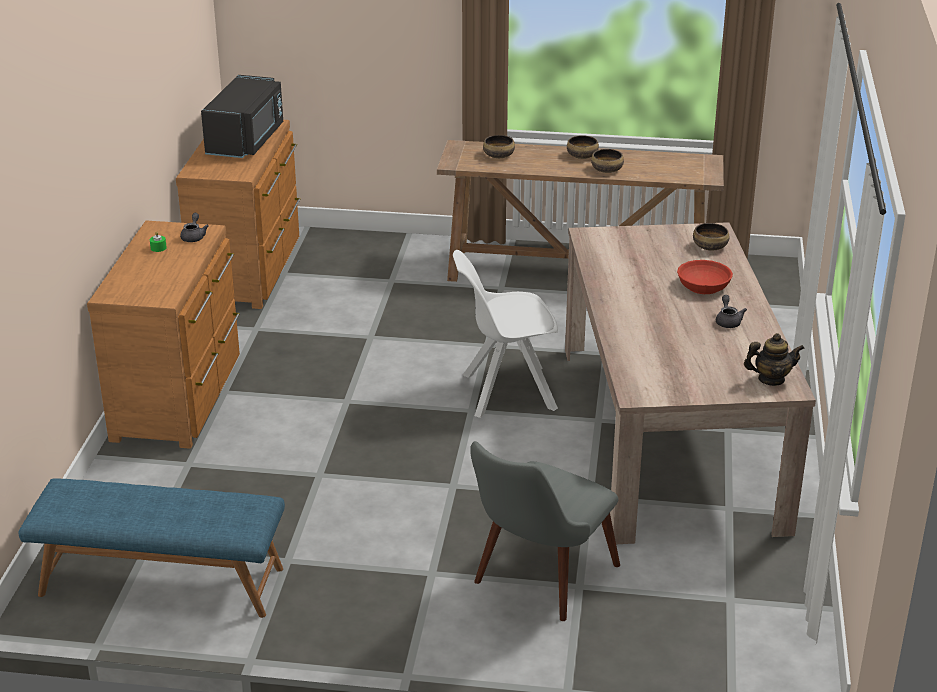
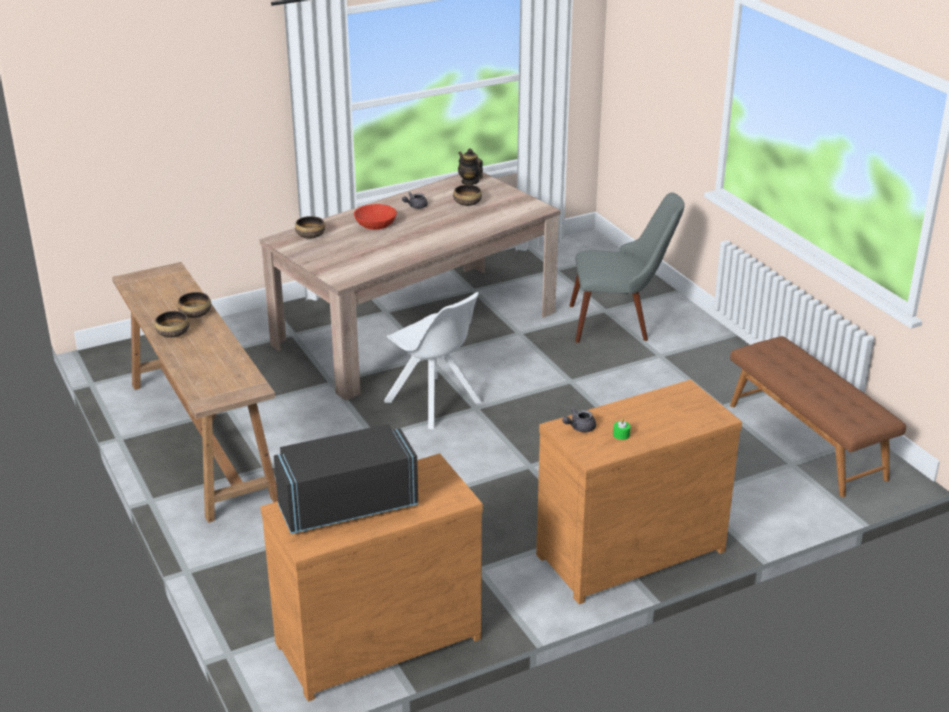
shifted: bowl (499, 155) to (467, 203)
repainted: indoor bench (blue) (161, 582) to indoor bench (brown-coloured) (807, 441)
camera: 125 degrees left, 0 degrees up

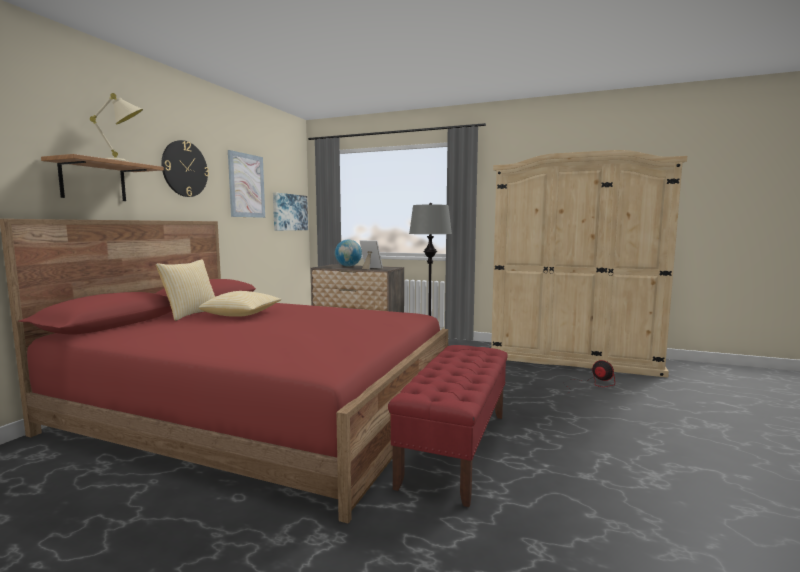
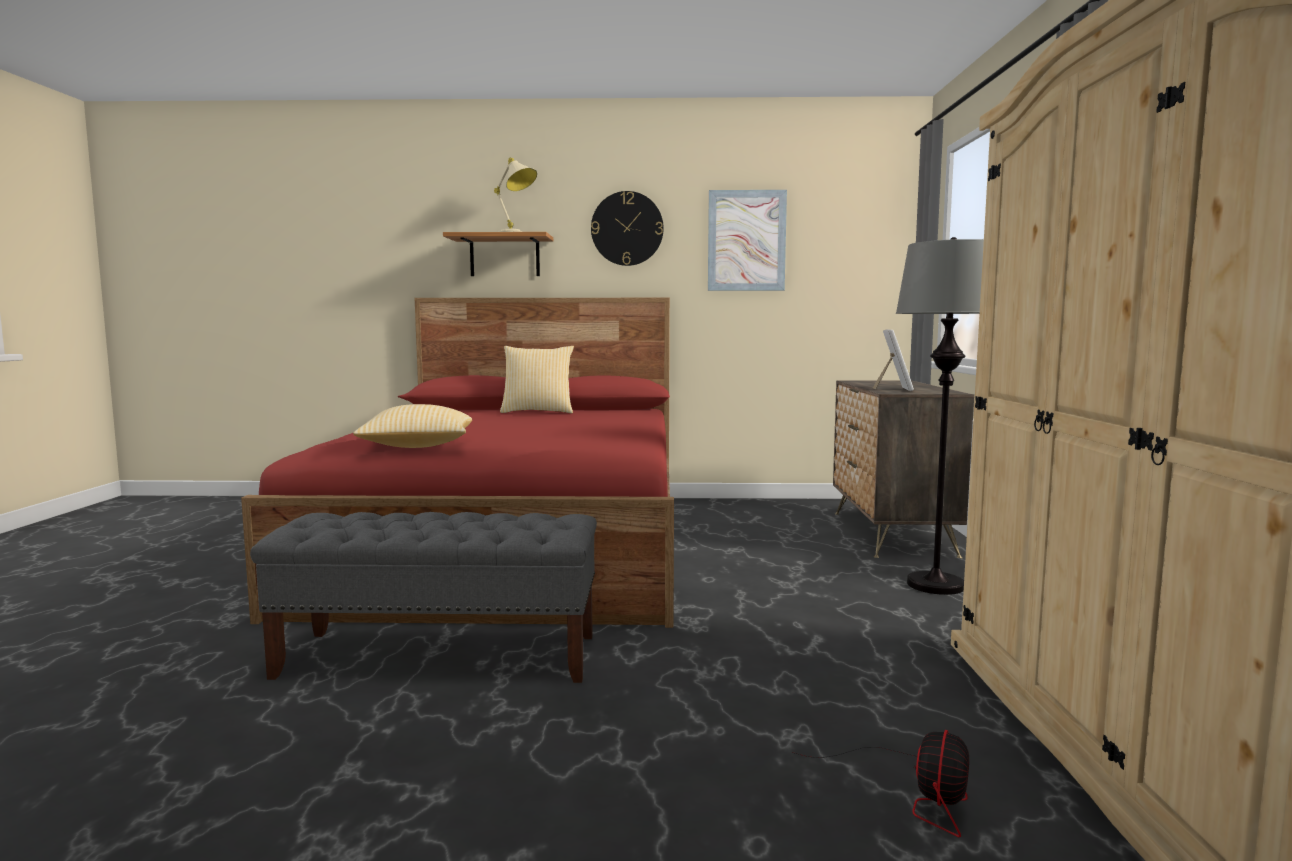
gone: picture (289, 212); world globe (348, 266)
shifted: pillow (242, 315) to (418, 447)
repainted: indoor bench (red) (456, 447) to indoor bench (greyish) (441, 656)
camera: 70 degrees right, 0 degrees up

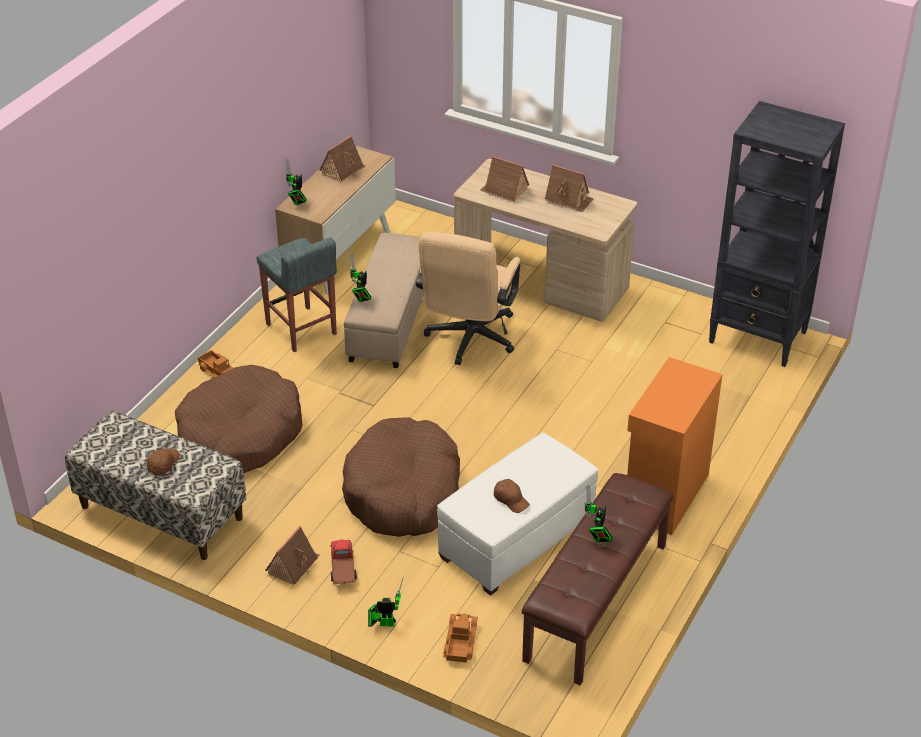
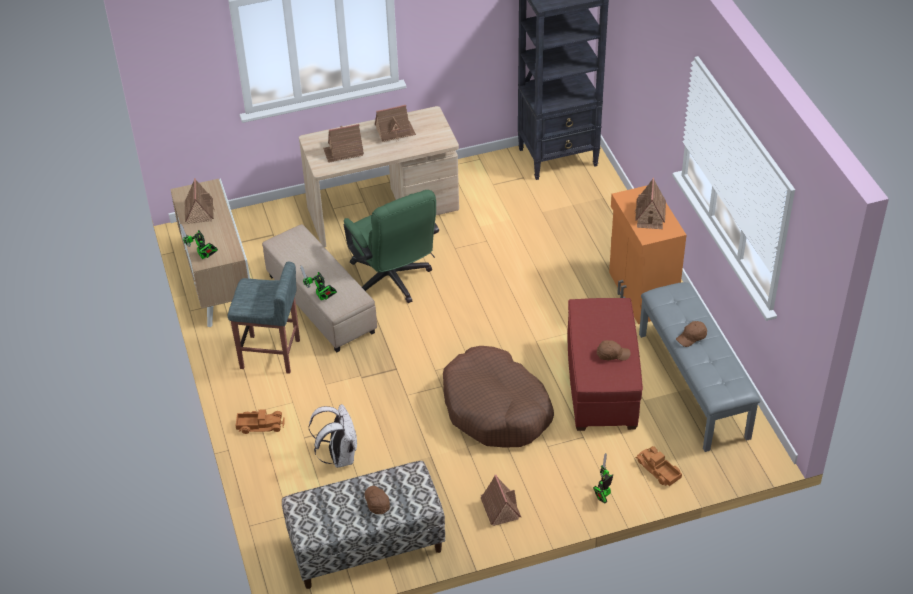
gone: model truck (342, 569)
new: miniature house (650, 215)
swapped: dog bed (brown-coloured) (239, 435) to backpack (white-coloured) (339, 456); toy robot (597, 537) to cap (brown-coloured) (692, 337)
repainted: office chair (sand-coloured) (469, 341) to office chair (greenish) (393, 281); ottoman (white-coloured) (517, 539) to ottoman (red) (601, 384); indoor bench (brown-coloured) (597, 602) to indoor bench (greyish) (694, 385)
camera: 45 degrees left, 5 degrees up

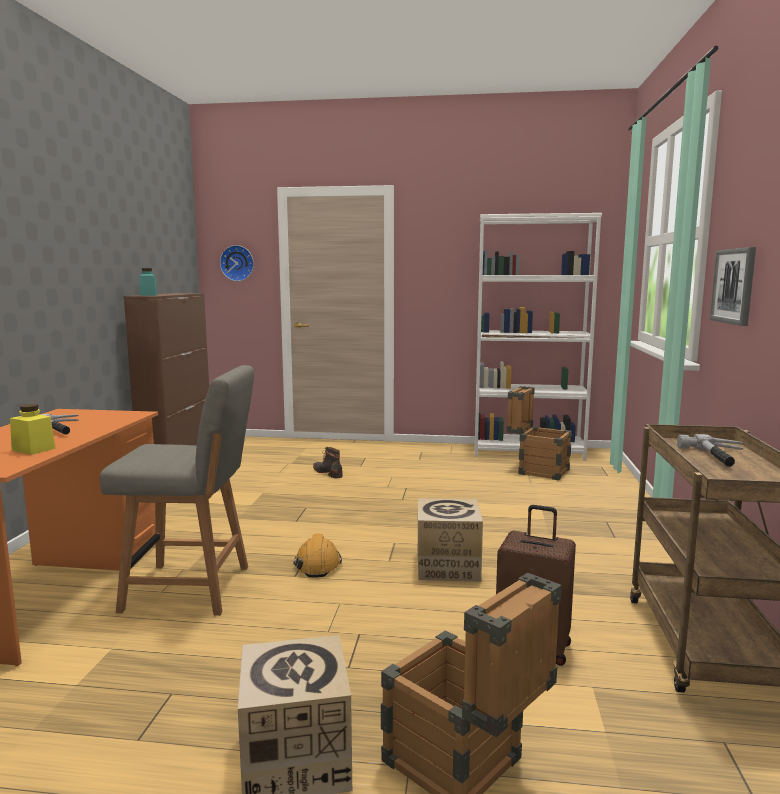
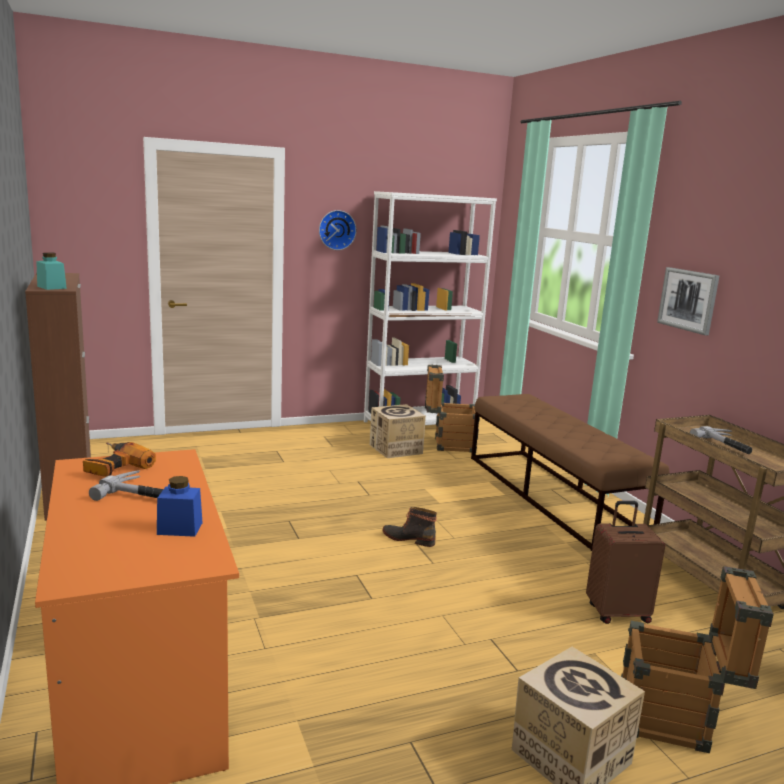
gone: upright chair (greyish) (192, 588); work helmet (orange) (317, 564)
new: power drill (114, 467); indoor bench (brown-coloured) (553, 495)
shifted: clock on the wall (237, 263) to (336, 230); cardboard box (447, 566) to (395, 449); high-top boot (328, 472) to (409, 538)
repainted: jar (yellow-coloured) (33, 449) to jar (blue) (180, 528)
camera: 30 degrees left, 5 degrees up

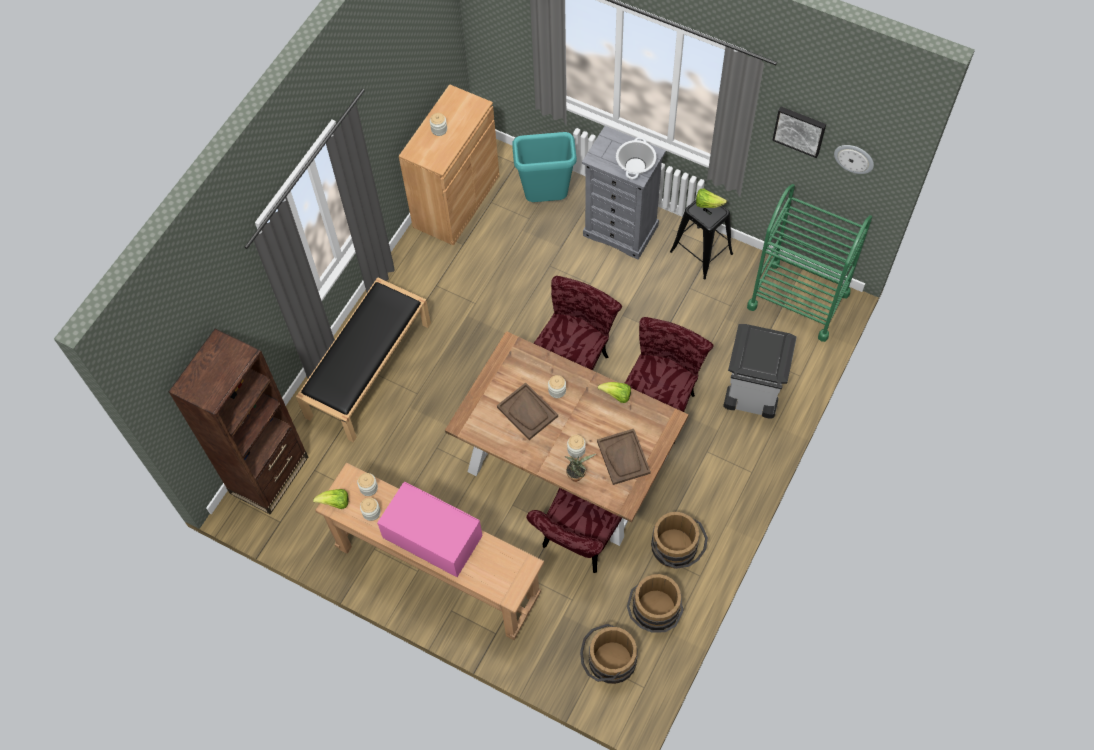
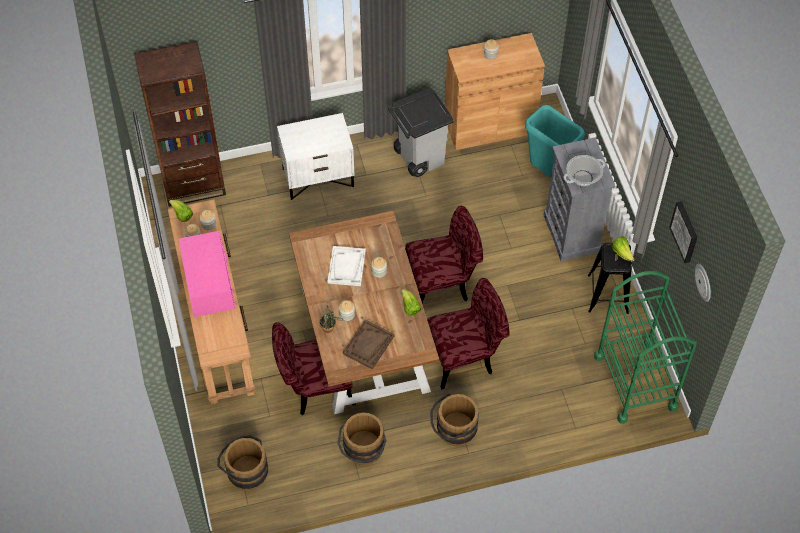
shifted: trash can (greyish) (750, 396) to (418, 157); bucket (brown-coloured) (654, 614) to (453, 430)
swapped: indoor bench (blackish) (368, 369) to night table (white-coloured) (318, 177)
repainted: carrying tray (brown-coloured) (527, 412) to carrying tray (white-coloured) (347, 267)
camera: 45 degrees right, 5 degrees down

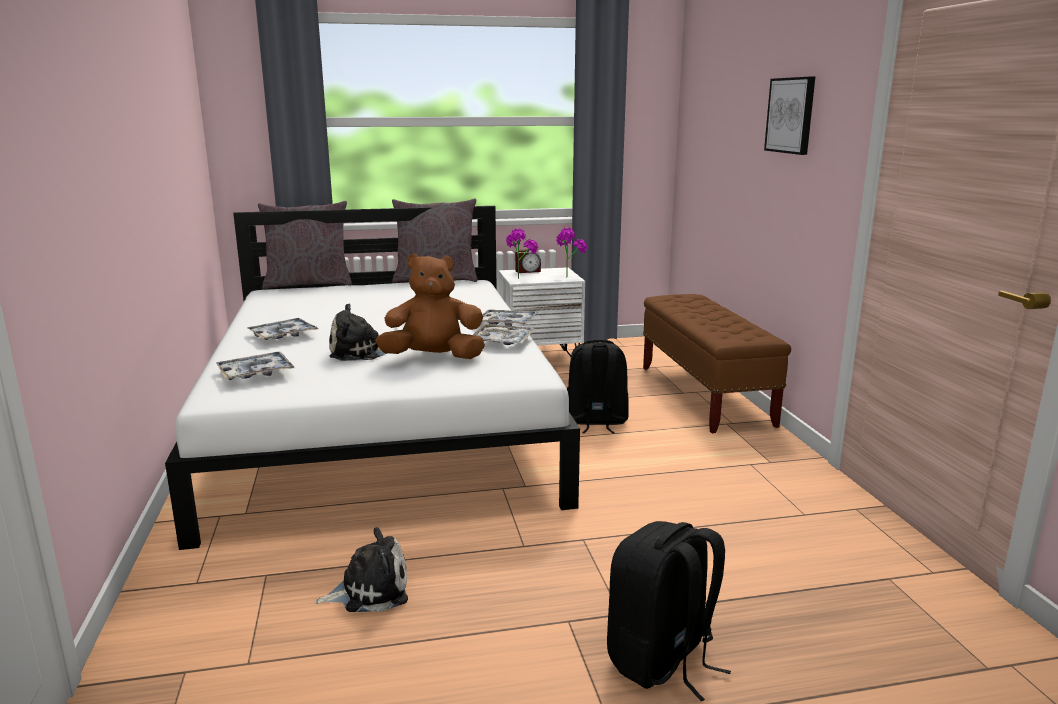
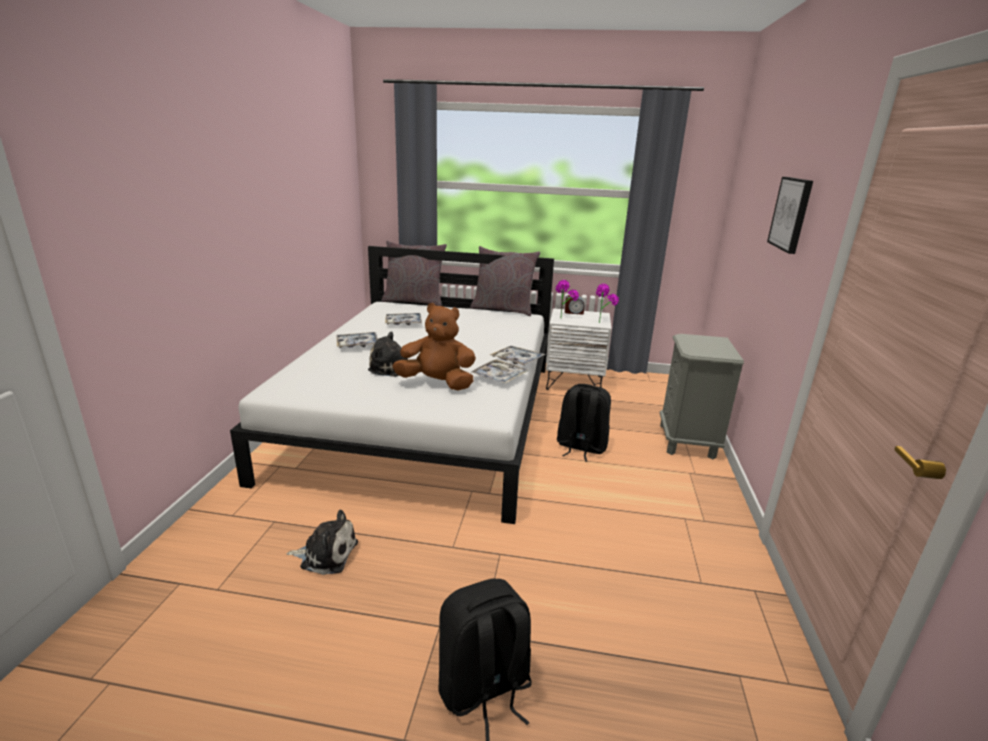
shifted: carrying tray (256, 373) to (403, 323)
swapped: indoor bench (brown-coloured) (704, 396) to night table (greyish) (687, 441)
camera: 20 degrees right, 5 degrees up

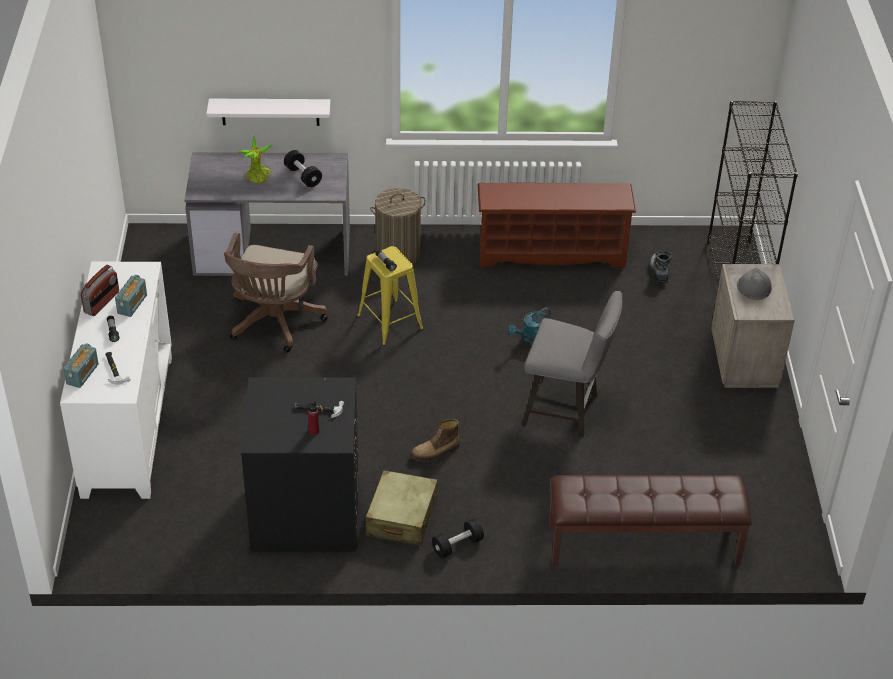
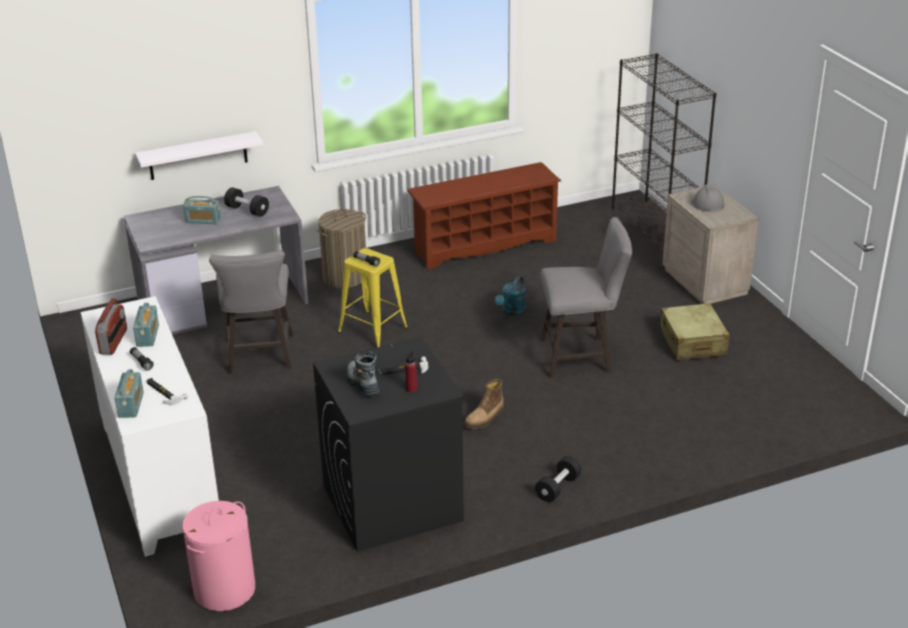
gone: indoor bench (brown-coloured) (643, 545)
new: laundry basket (pinkish) (224, 590)
shifted: high-top boot (658, 272) to (362, 384); suitcase (sand-coloured) (401, 517) to (692, 342)
swapped: potted plant (258, 177) to radio (203, 220); office chair (brown-coloured) (274, 324) to stool (greyish) (260, 357)
camera: 20 degrees left, 10 degrees down

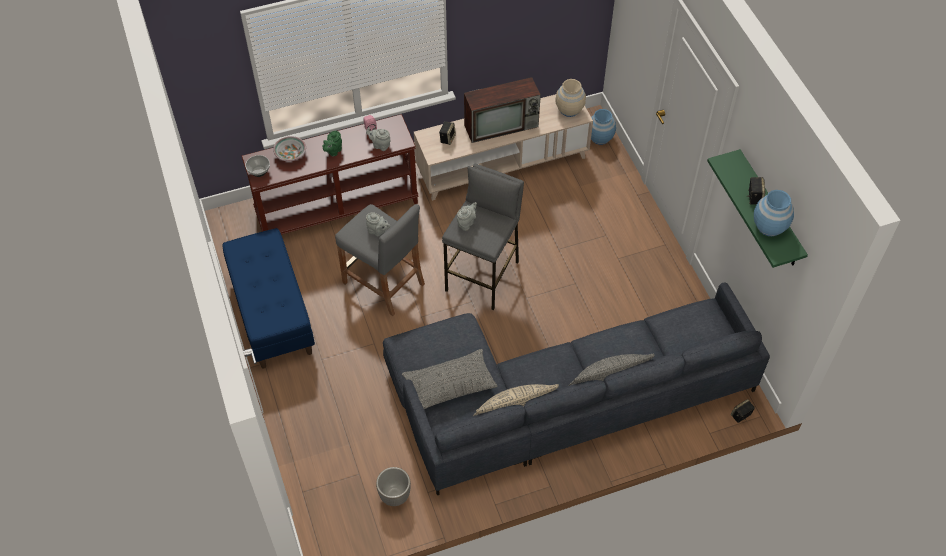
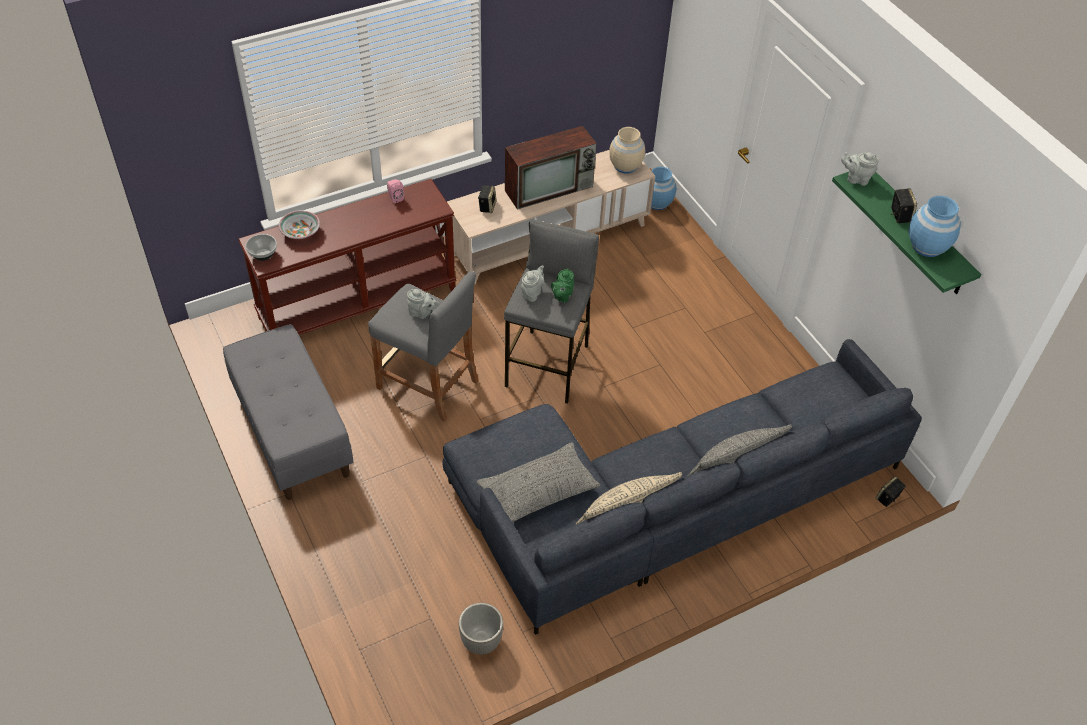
shifted: tea pot (greenish) (333, 151) to (562, 296); tea pot (greyish) (380, 145) to (856, 179)
repainted: indoor bench (blue) (272, 314) to indoor bench (greyish) (292, 433)
camera: 10 degrees left, 5 degrees down

